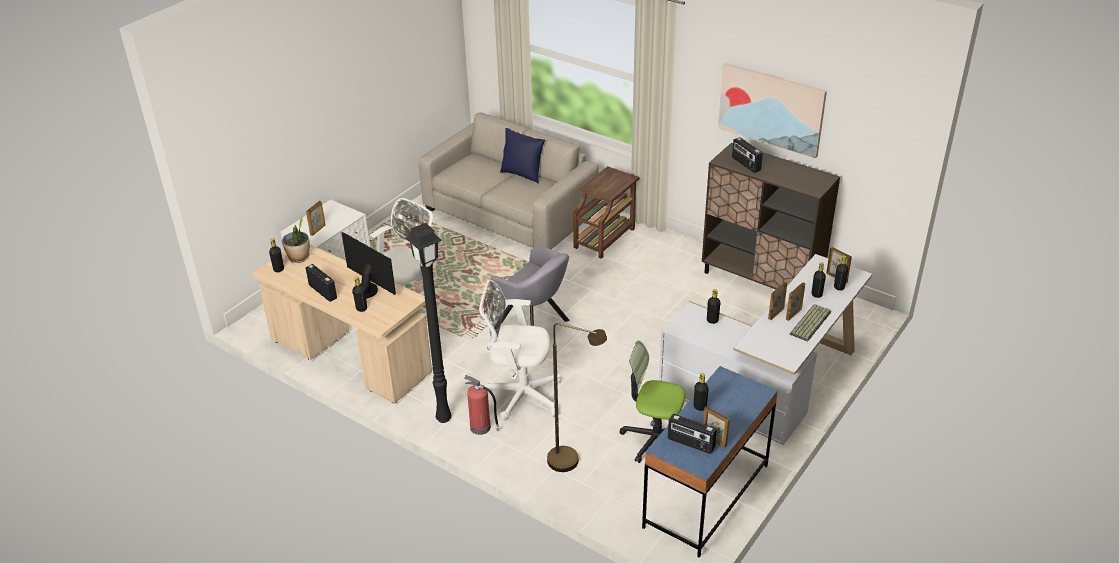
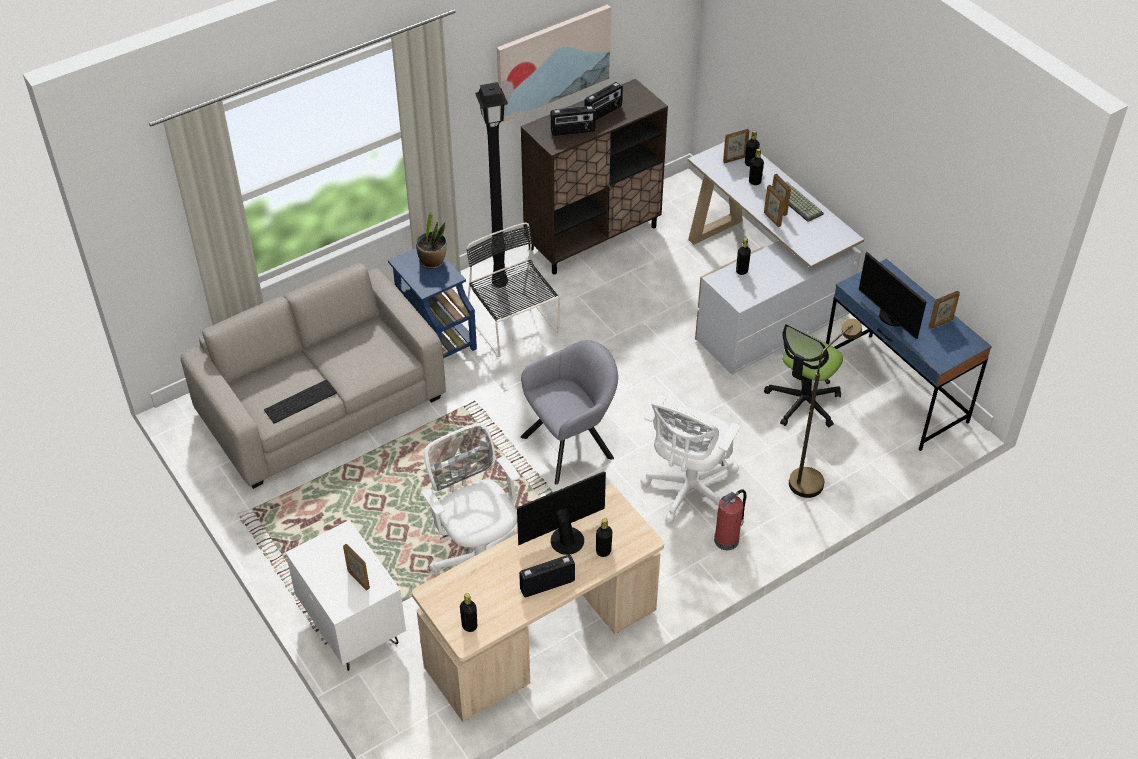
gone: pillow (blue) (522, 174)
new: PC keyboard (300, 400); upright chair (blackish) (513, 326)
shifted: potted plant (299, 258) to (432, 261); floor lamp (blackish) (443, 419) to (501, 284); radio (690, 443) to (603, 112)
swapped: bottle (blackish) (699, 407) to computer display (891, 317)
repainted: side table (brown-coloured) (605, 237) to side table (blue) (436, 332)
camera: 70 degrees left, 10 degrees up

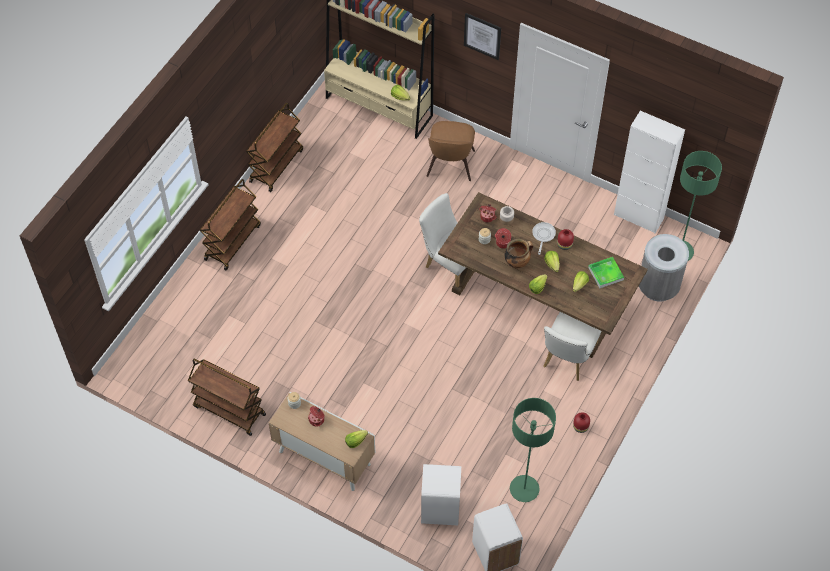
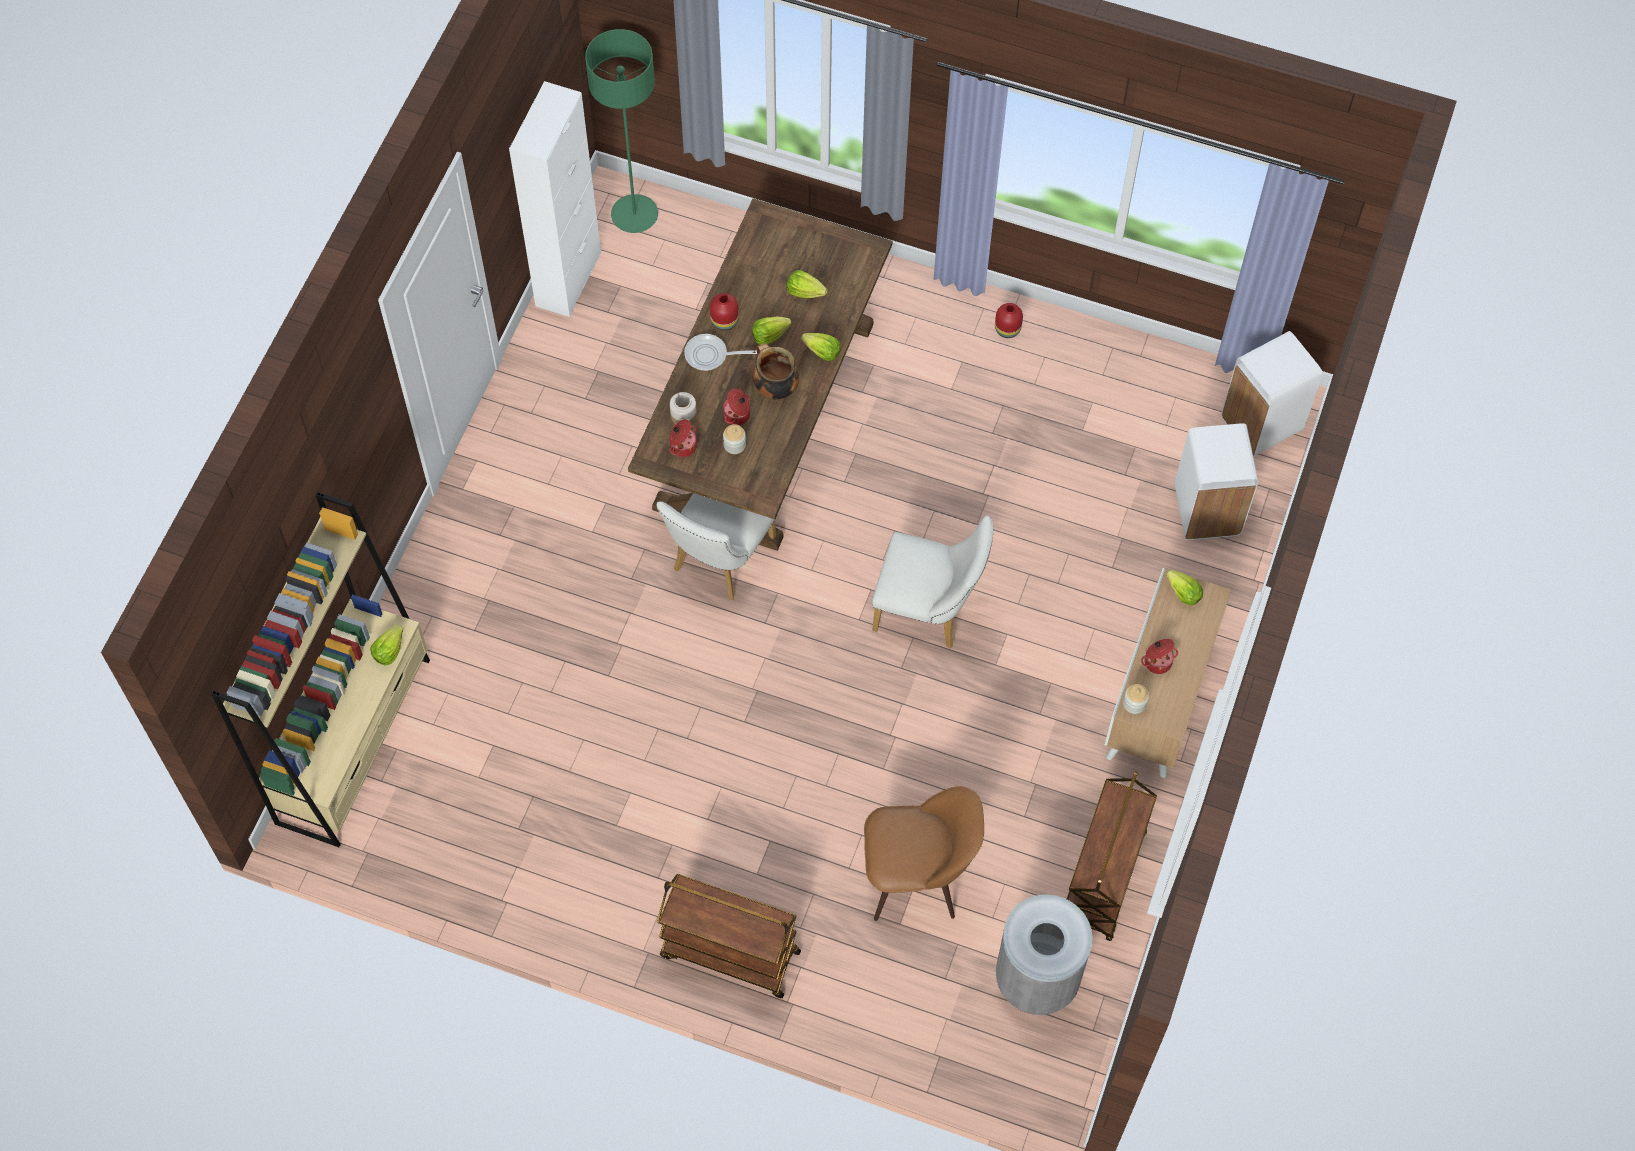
gone: trolley (brown-coloured) (276, 165); picture (482, 36); floor lamp (greenish) (524, 489); carrying tray (605, 273)
shifted: upright chair (brown-coloured) (450, 165) to (917, 875); upright chair (white-coloured) (567, 360) to (929, 611); trash can (greyish) (658, 287) to (1036, 978)
camera: 100 degrees left, 5 degrees up

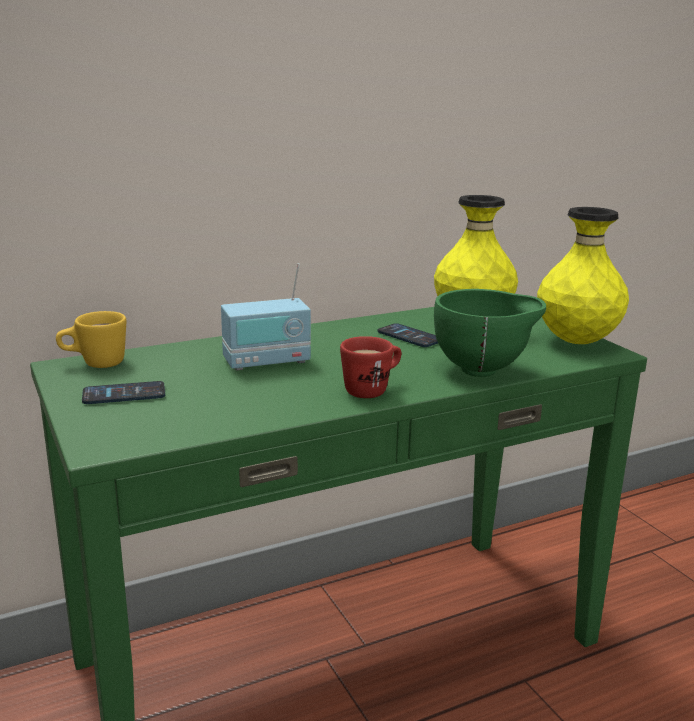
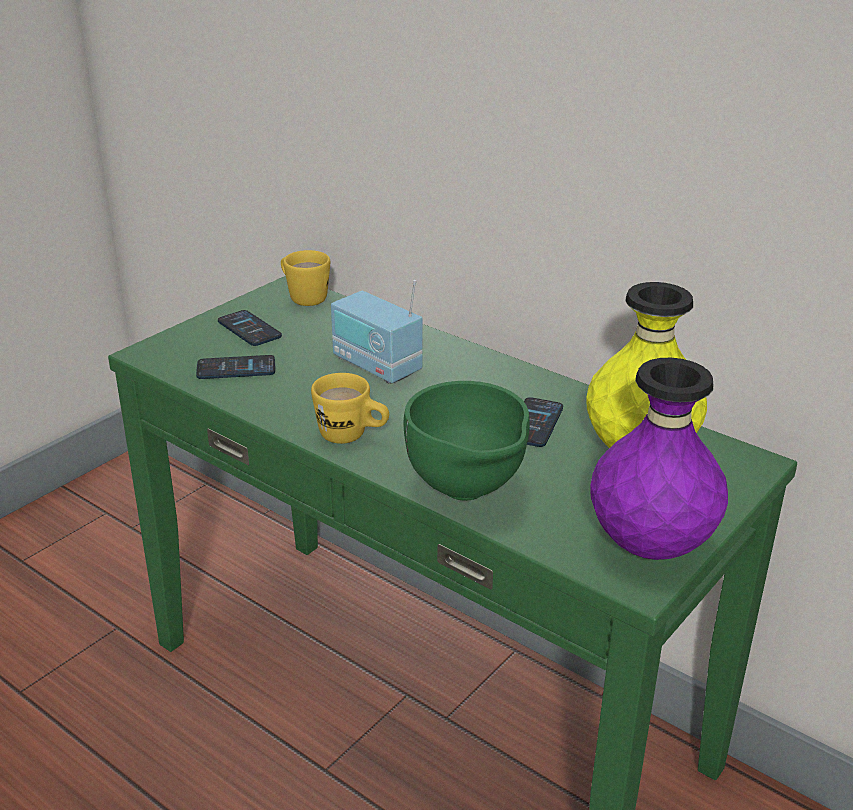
new: phone (236, 369)
repainted: coffee mug (red) (372, 390) to coffee mug (yellow-coloured) (352, 436); flower vase (yellow-coloured) (577, 342) to flower vase (purple) (650, 547)
camera: 65 degrees right, 10 degrees up

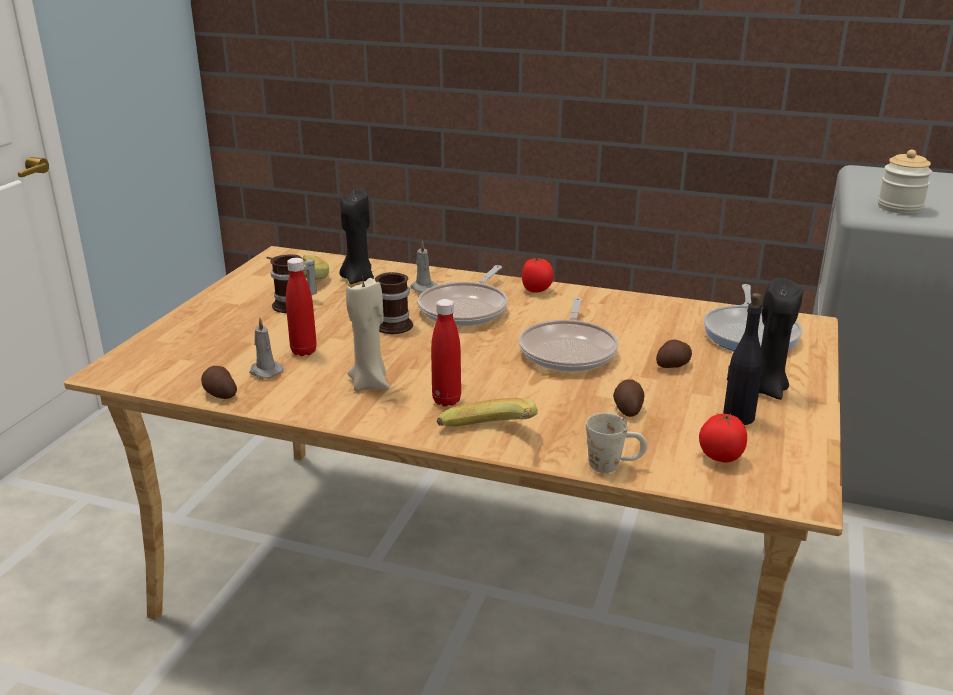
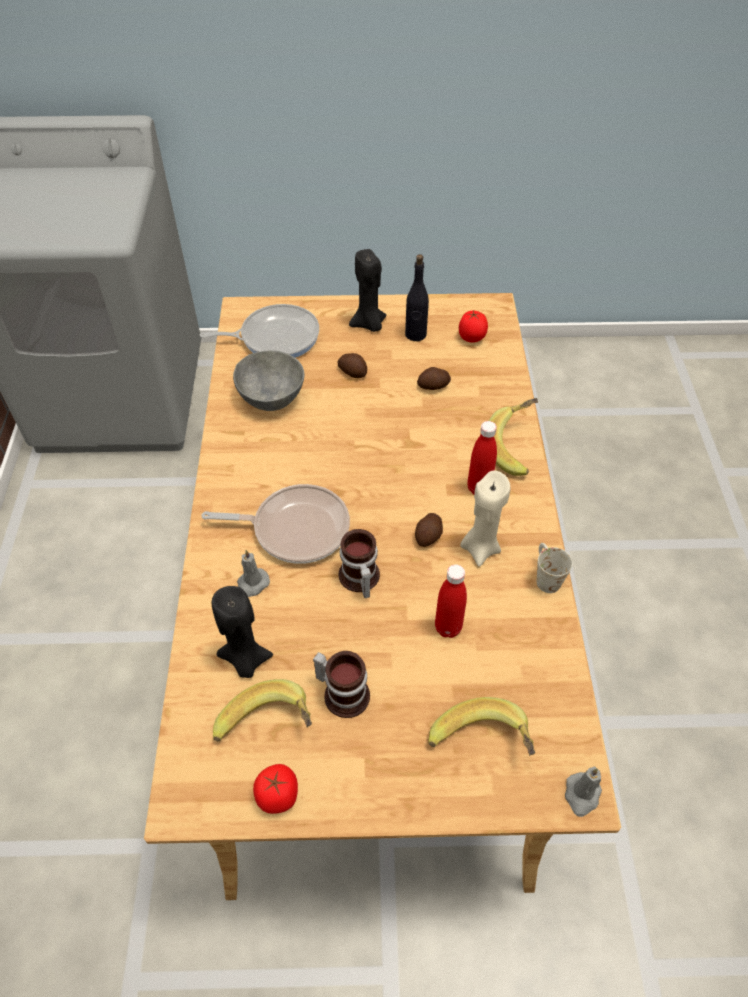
gone: skillet (569, 350); jar (899, 208)
new: bowl (greyish) (271, 397); banana fruit (482, 745)
shifted: fresh tomato (537, 290) to (278, 796); spud (219, 394) to (429, 535); coffee mug (white-coloured) (614, 465) to (545, 576); wax candle (greyish) (265, 371) to (581, 795)
camera: 110 degrees left, 25 degrees up

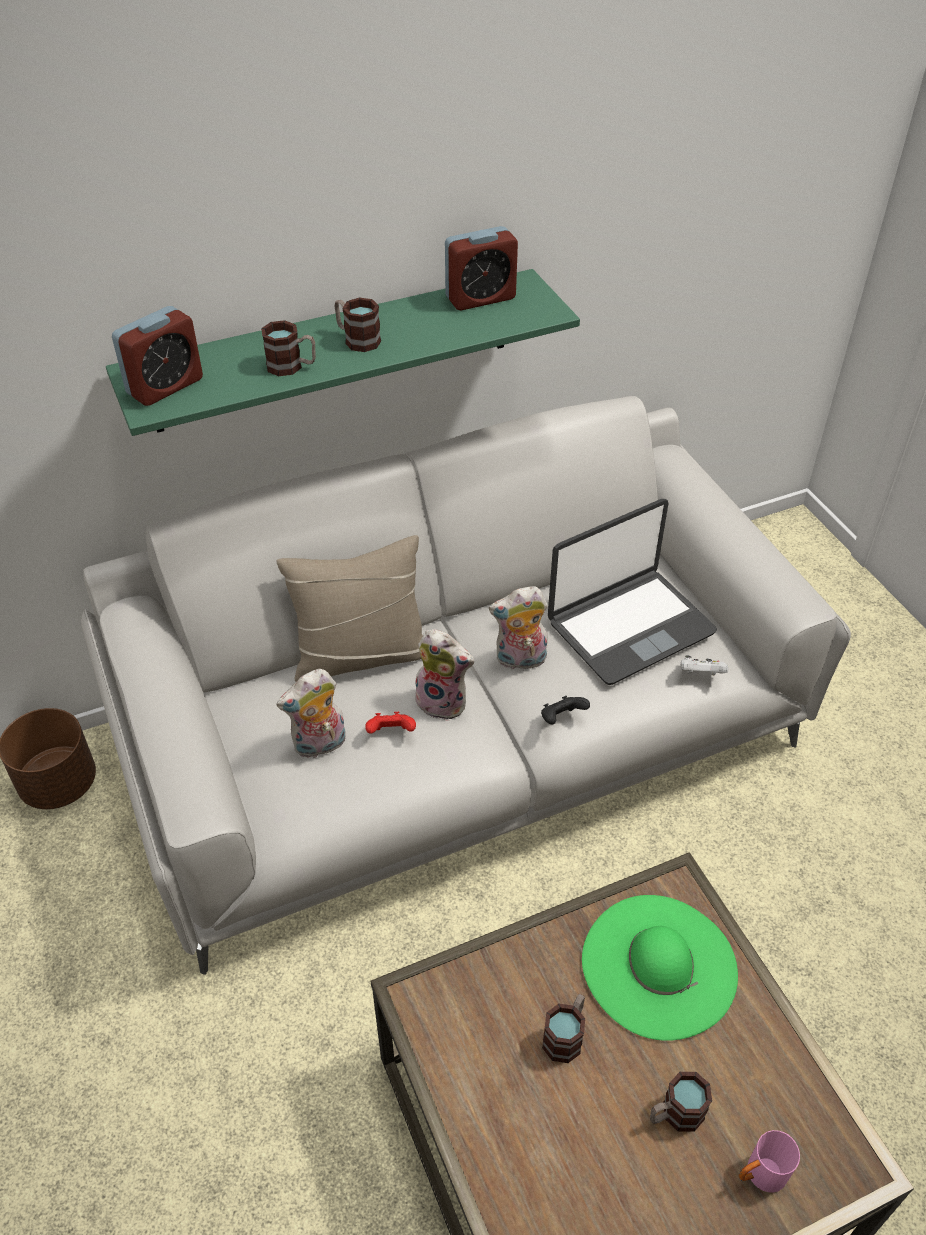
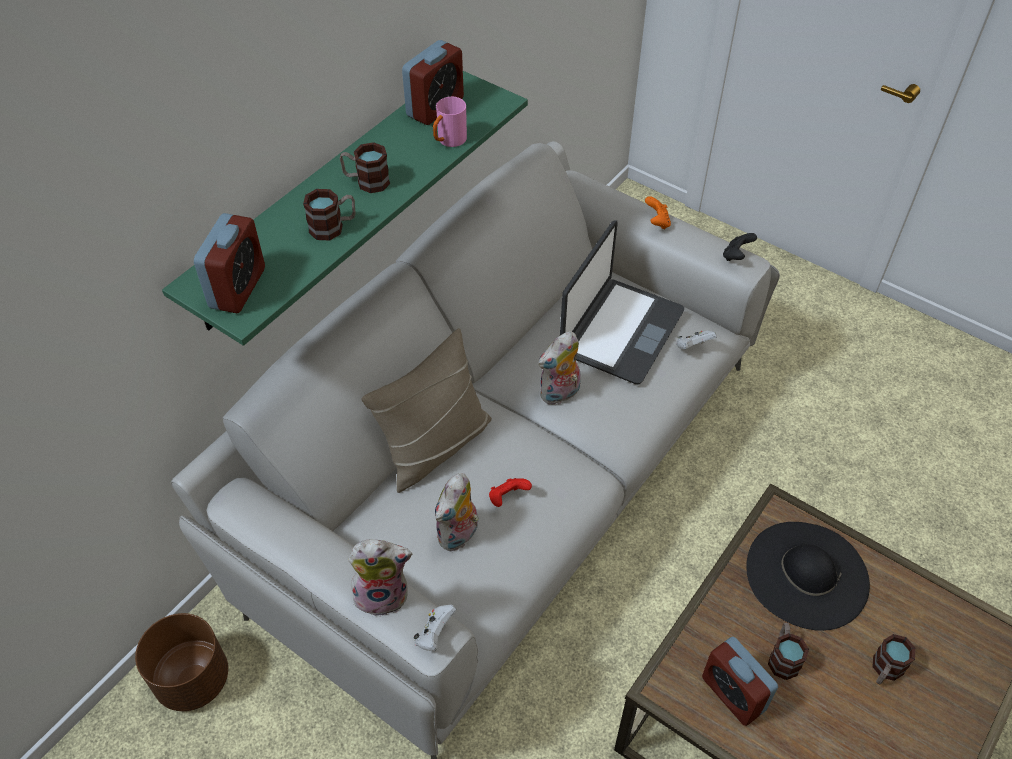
new: joypad (white-coloured) (435, 634); joypad (orange) (657, 222); bedside clock (733, 694)
shifted: plush toy (444, 702) to (383, 594); coffee mug (pinkish) (759, 1175) to (448, 141); joypad (blackish) (561, 719) to (736, 256)
repainted: hat (greenish) (659, 965) to hat (blackish) (806, 574)
camera: 30 degrees left, 5 degrees up

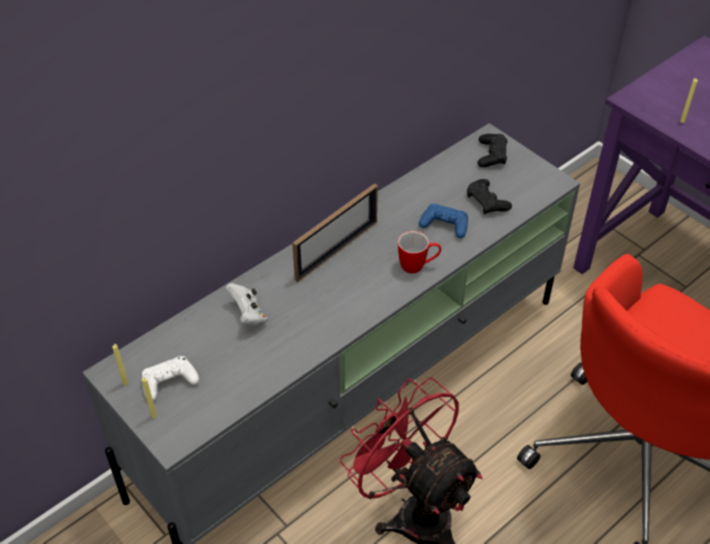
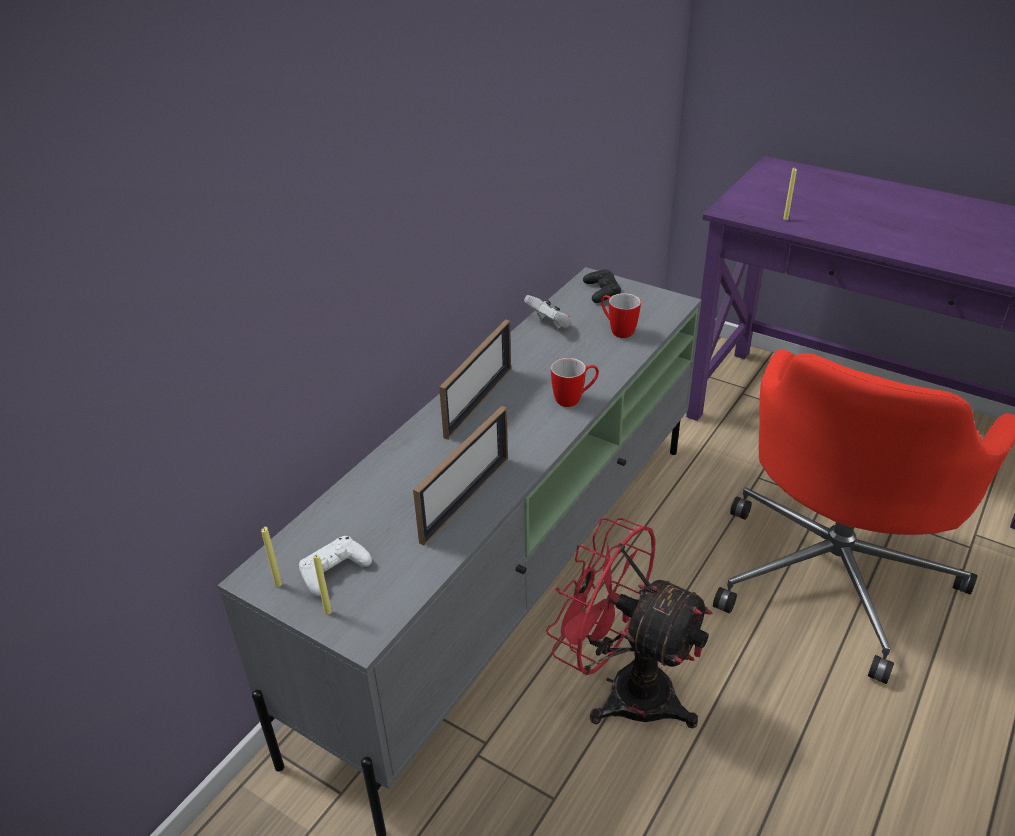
gone: joypad (blue) (444, 225)
new: picture frame (465, 499)
shifted: joypad (white-coloured) (248, 315) to (549, 324)
swapped: joypad (blackish) (487, 201) to coffee mug (617, 330)
camera: 15 degrees left, 10 degrees down

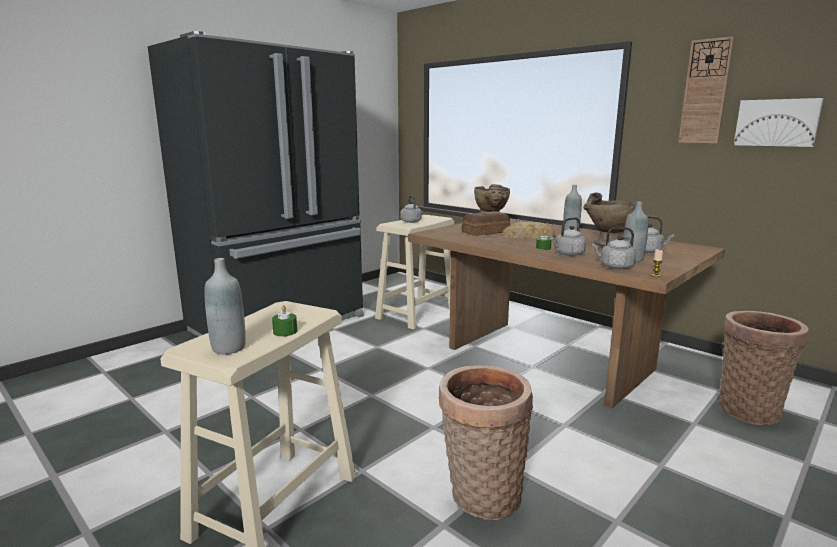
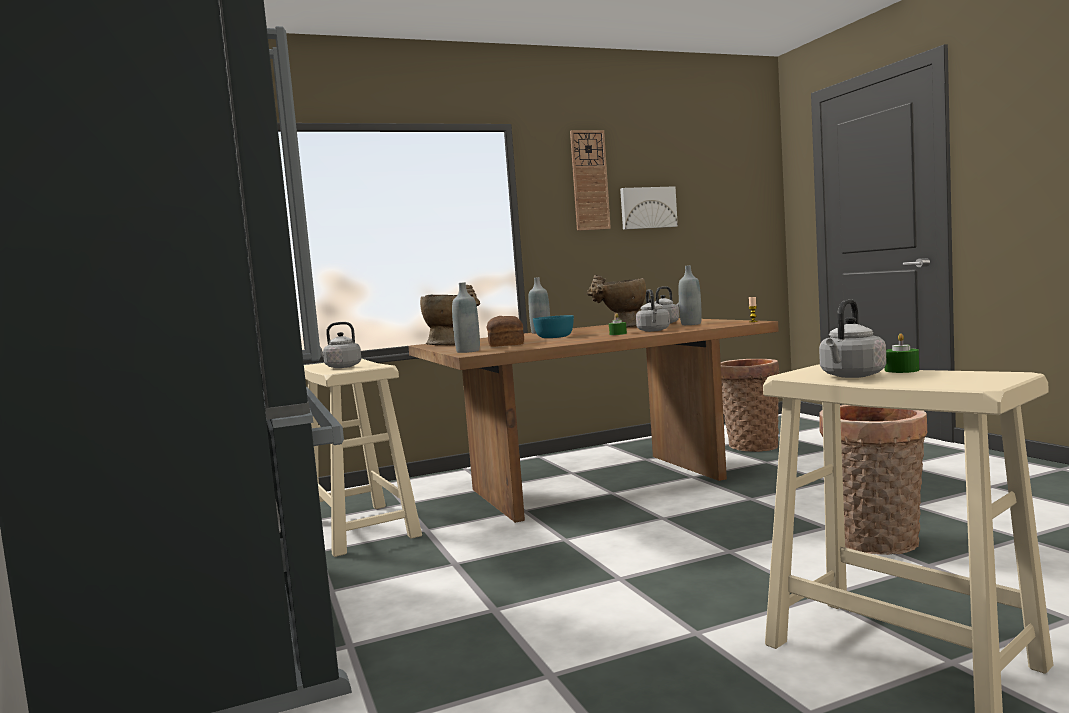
shifted: bottle (greyish) (228, 348) to (468, 351); tea kettle (greyish) (614, 266) to (851, 376)
swapped: bakery bread (528, 236) to bowl (turquoise) (555, 337)
camera: 65 degrees left, 10 degrees down

